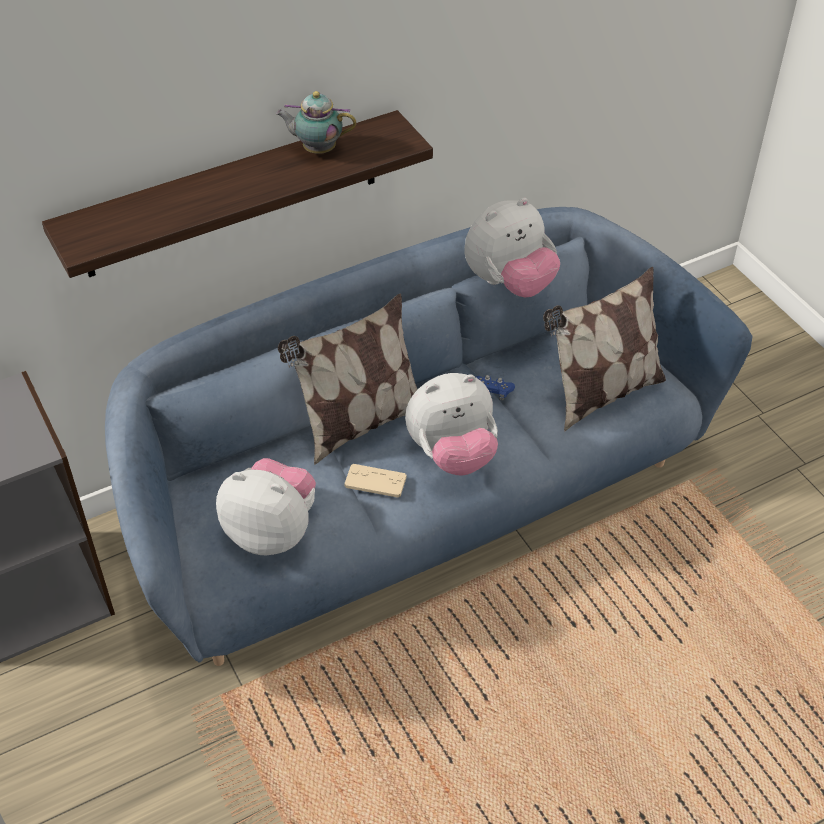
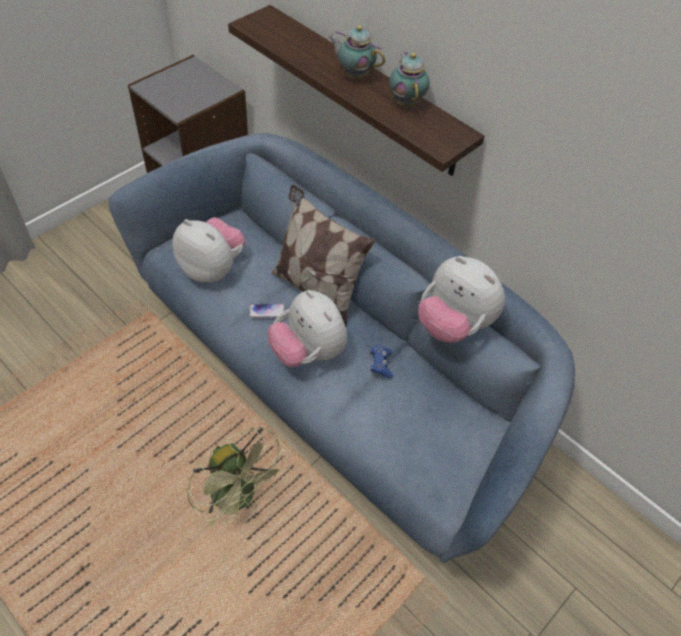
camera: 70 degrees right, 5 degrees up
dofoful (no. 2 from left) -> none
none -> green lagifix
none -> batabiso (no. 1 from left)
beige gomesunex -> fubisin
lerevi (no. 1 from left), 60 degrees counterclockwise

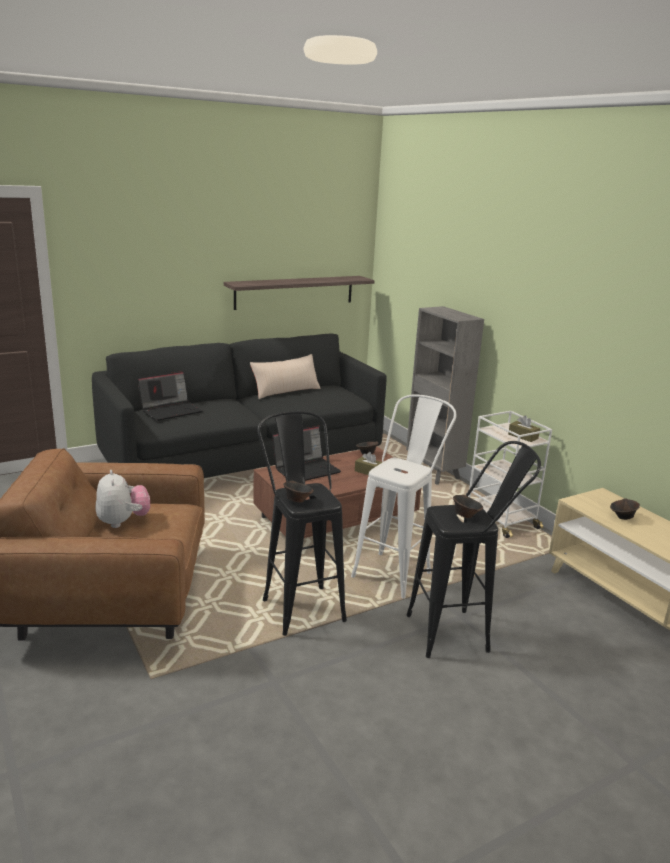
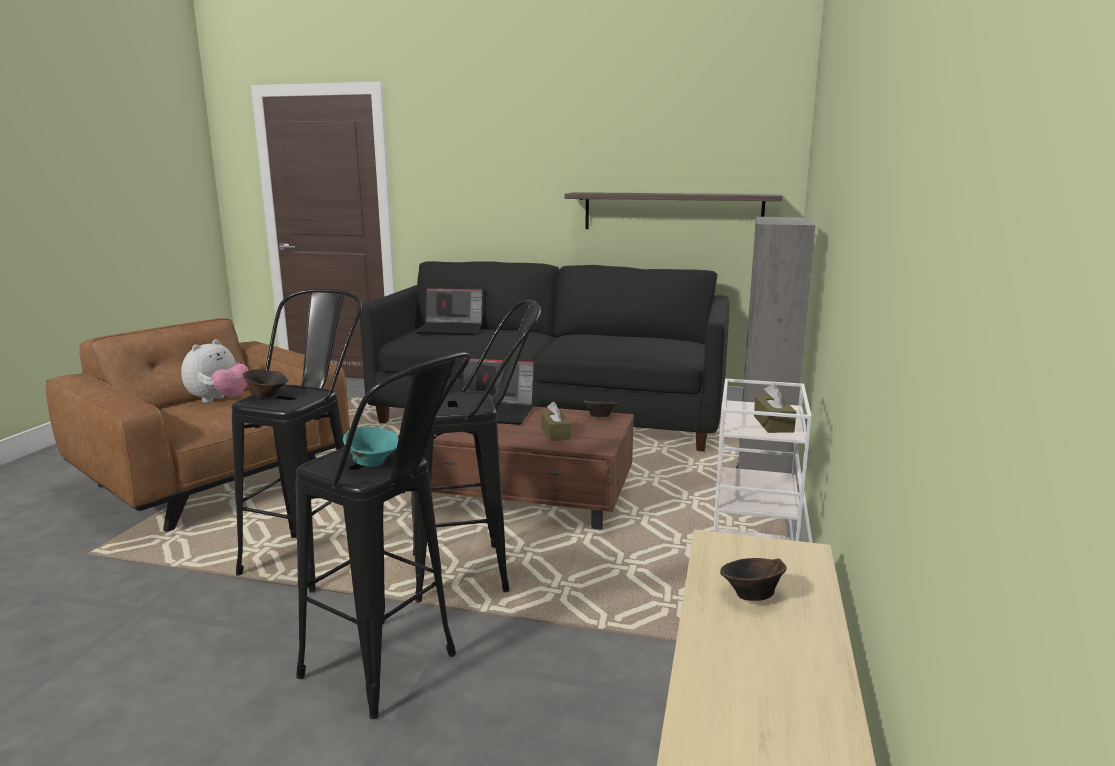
camera: 45 degrees right, 5 degrees down
beige dofoful -> none
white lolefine -> black lolefine (no. 3 from left)
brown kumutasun (no. 3 from left) -> turquoise kumutasun

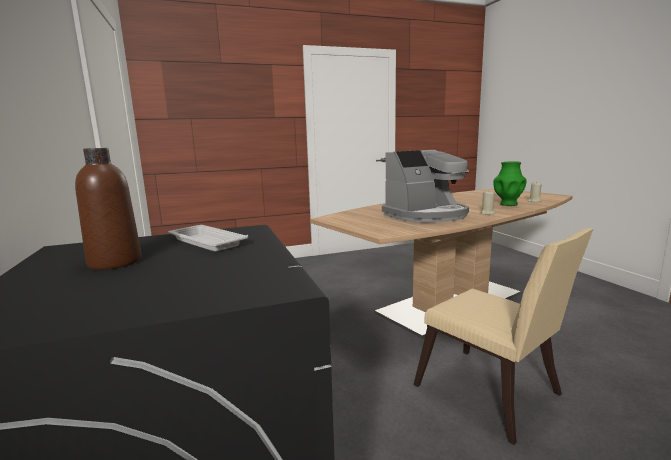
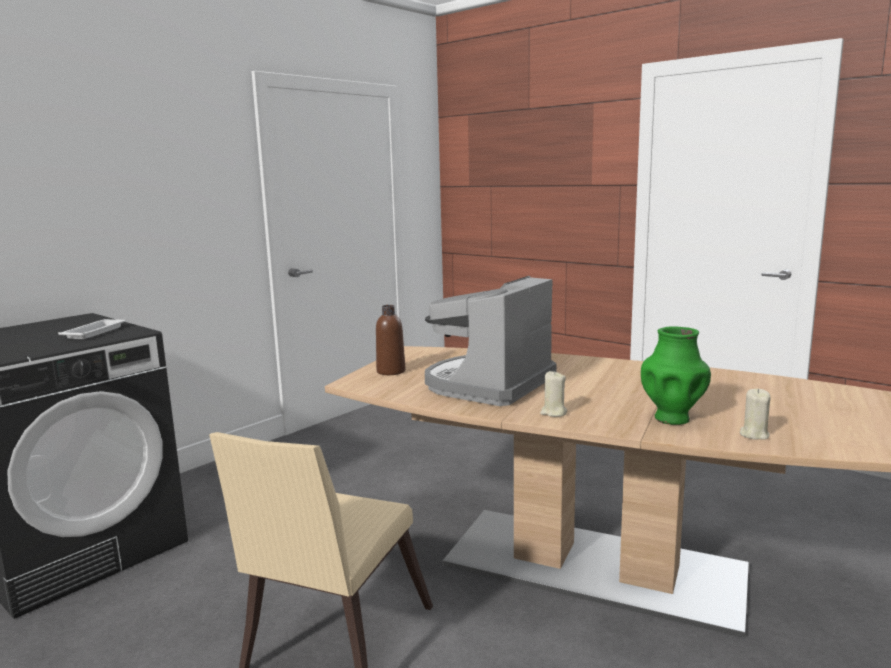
camera: 60 degrees right, 0 degrees up
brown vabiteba, relocated
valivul, 90 degrees clockwise

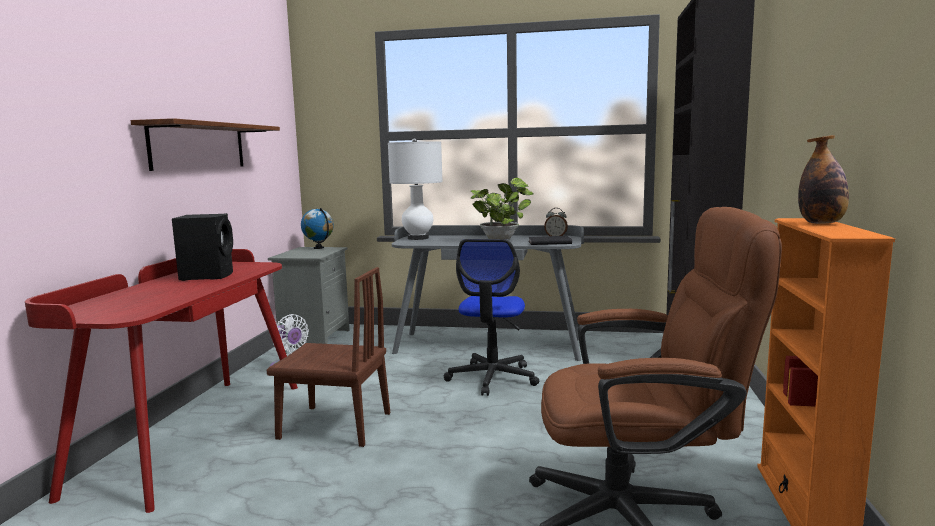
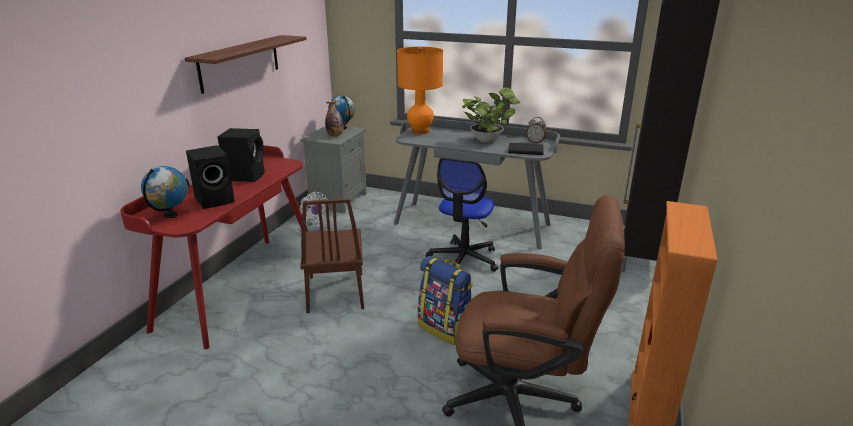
camera: 10 degrees right, 15 degrees up
none -> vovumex (no. 1 from left)
none -> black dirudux (no. 1 from left)
none -> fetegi
vabiteba, relocated
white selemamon -> orange selemamon
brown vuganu, 60 degrees clockwise

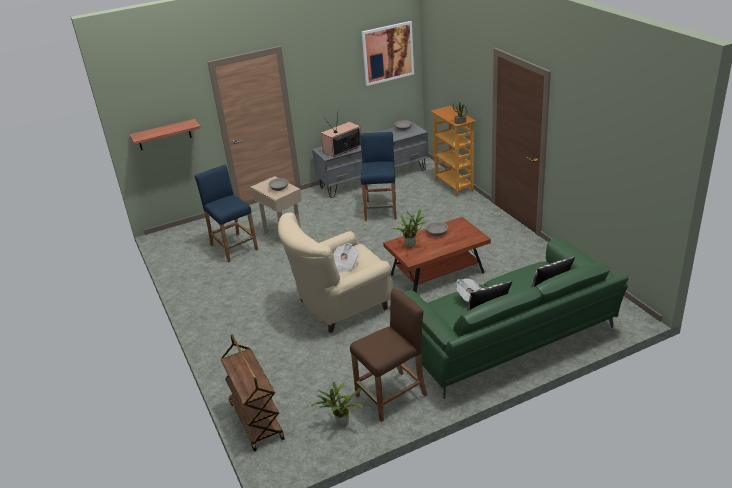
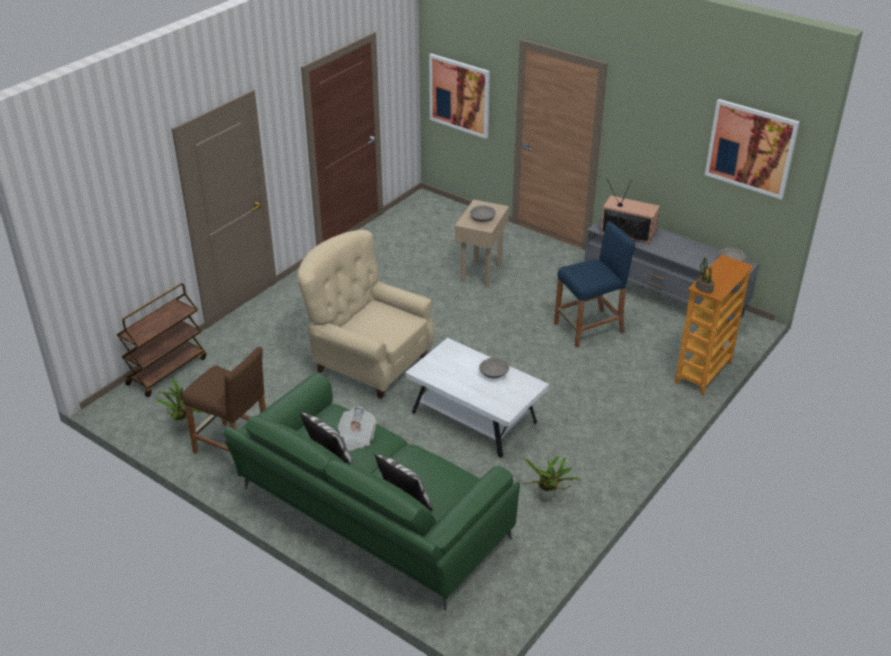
camera: 60 degrees right, 5 degrees up
blue lolefine (no. 1 from left) -> none
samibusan (no. 1 from left) -> none
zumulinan (no. 2 from left), relocated
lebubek -> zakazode (no. 1 from left)
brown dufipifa -> white dufipifa

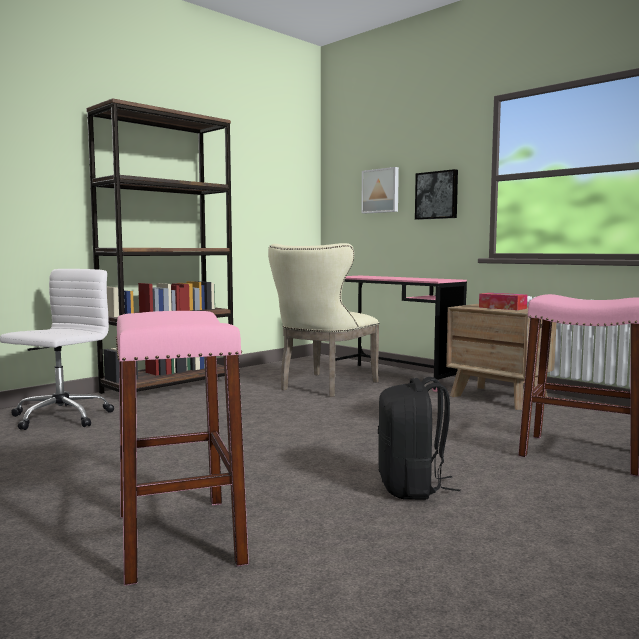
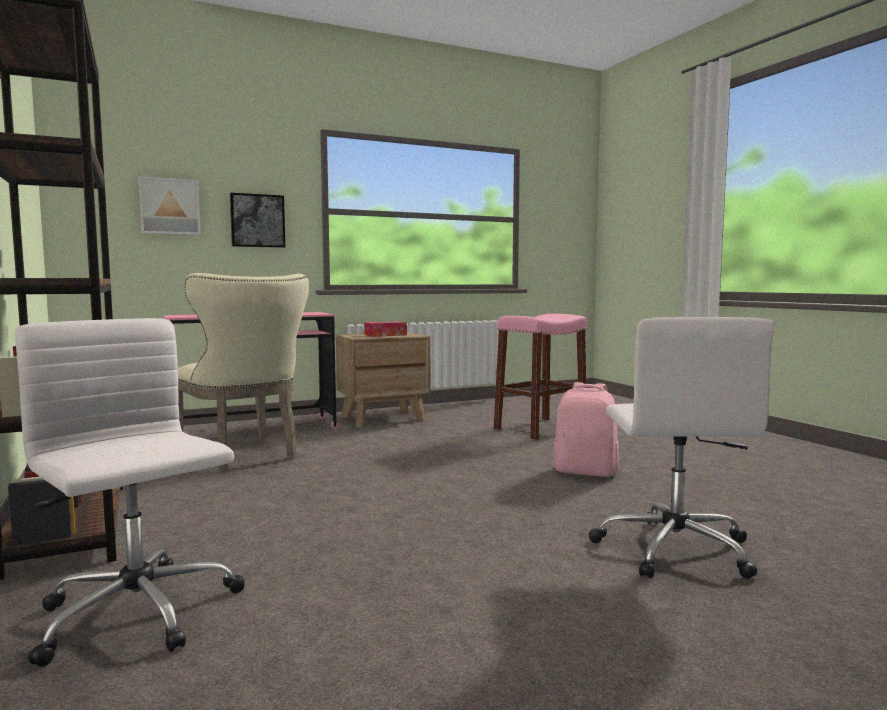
camera: 70 degrees left, 0 degrees up
pink lolefine (no. 1 from left) -> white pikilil (no. 2 from left)
black fetegi -> pink fetegi

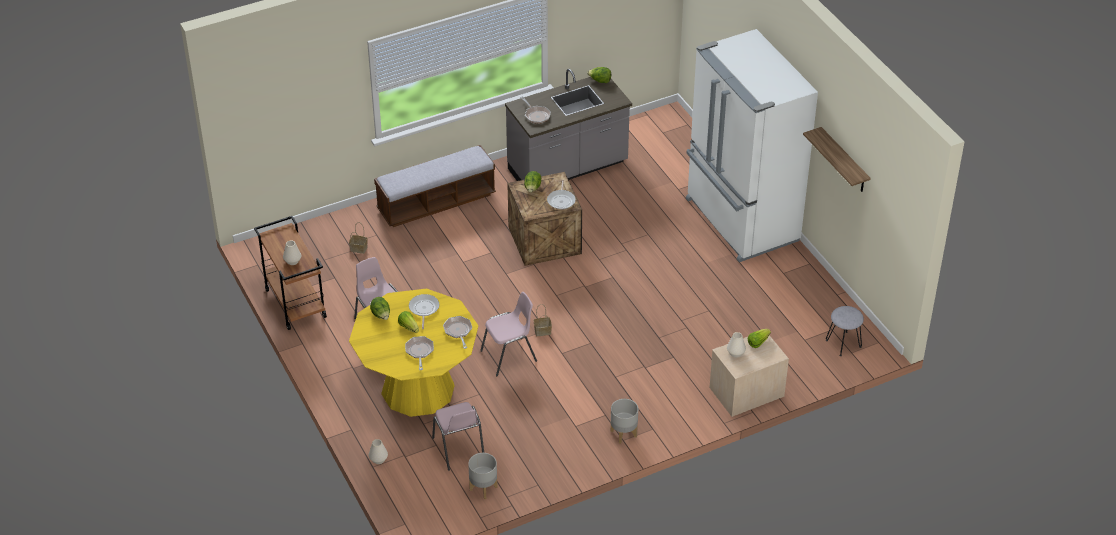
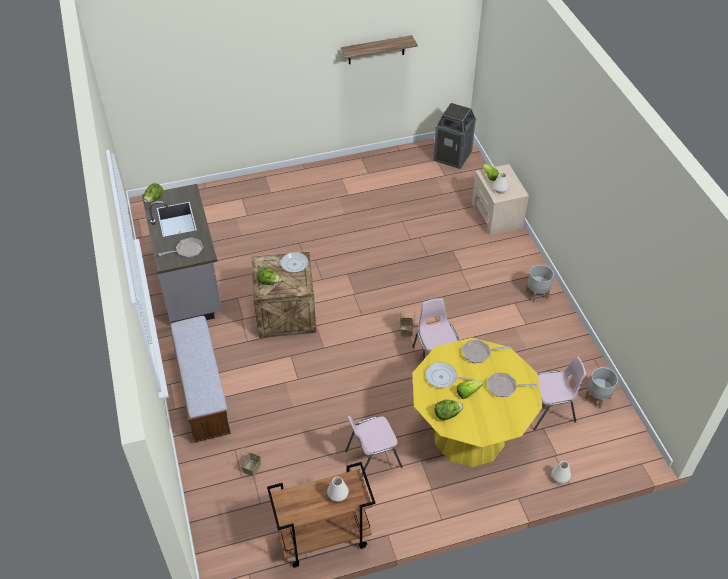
camera: 80 degrees left, 5 degrees up
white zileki -> none
grey lolefine -> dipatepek

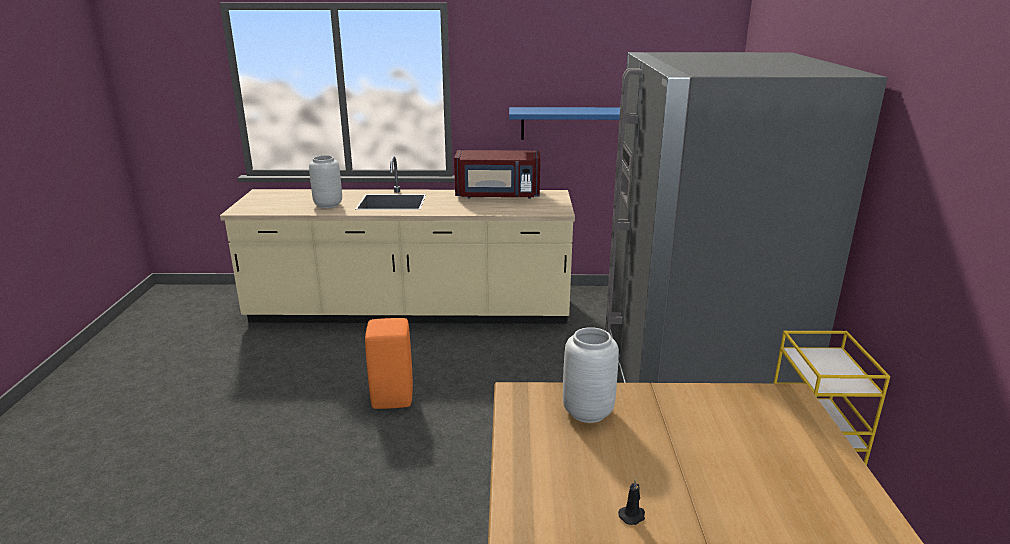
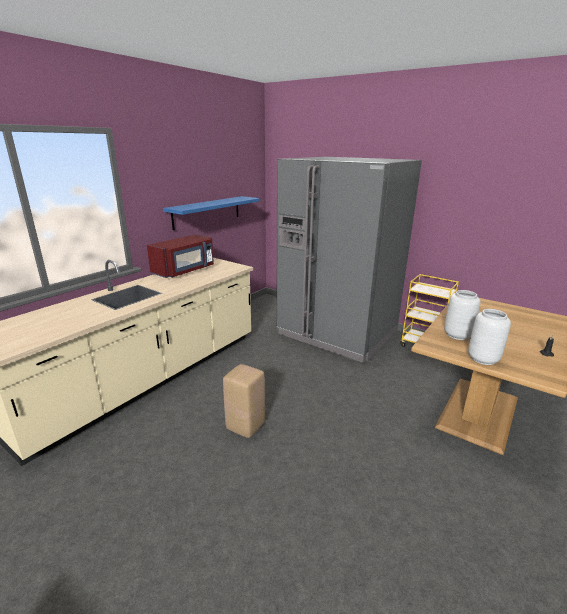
camera: 55 degrees left, 0 degrees up
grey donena (no. 1 from left in the first image) -> grey donena (no. 2 from left), relocated
orange lolefine -> beige lolefine

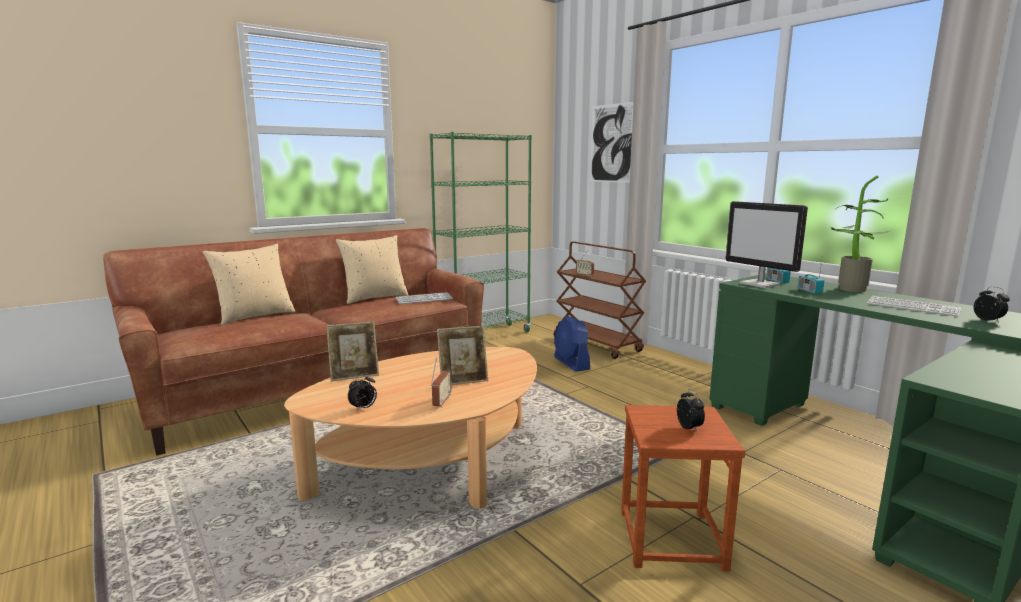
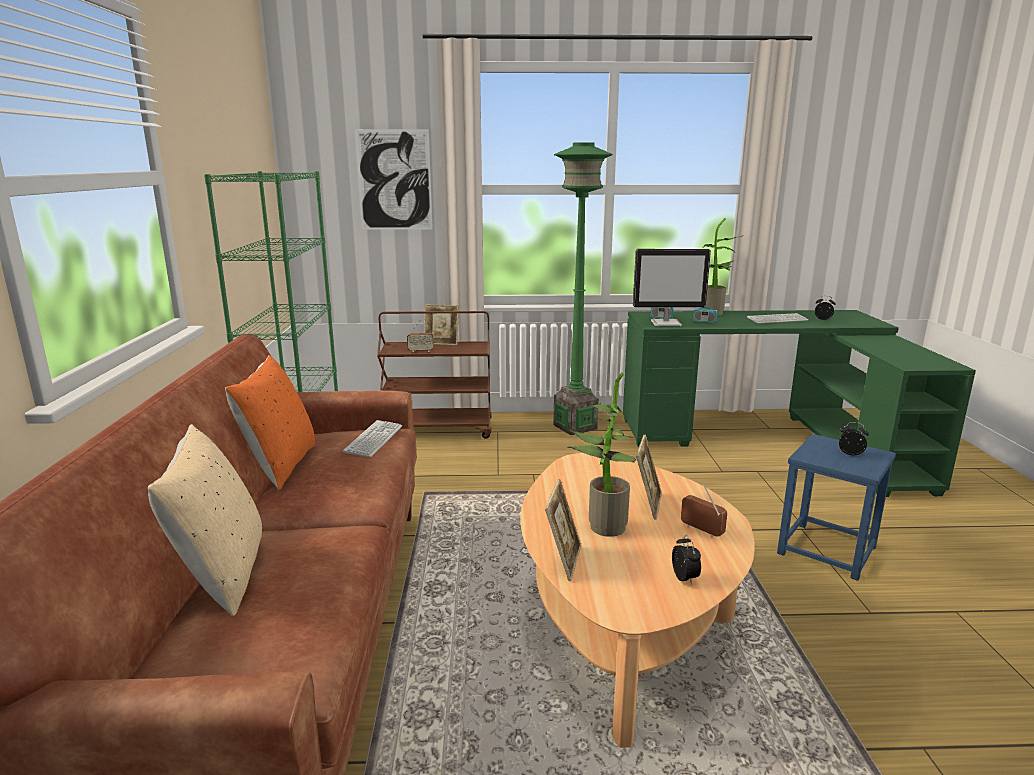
camera: 55 degrees left, 5 degrees up
blue lagifix -> none
none -> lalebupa (no. 1 from left)
none -> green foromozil
none -> zumulinan (no. 1 from left)
beige dofoful (no. 2 from left) -> orange dofoful
brown lolefine -> blue lolefine

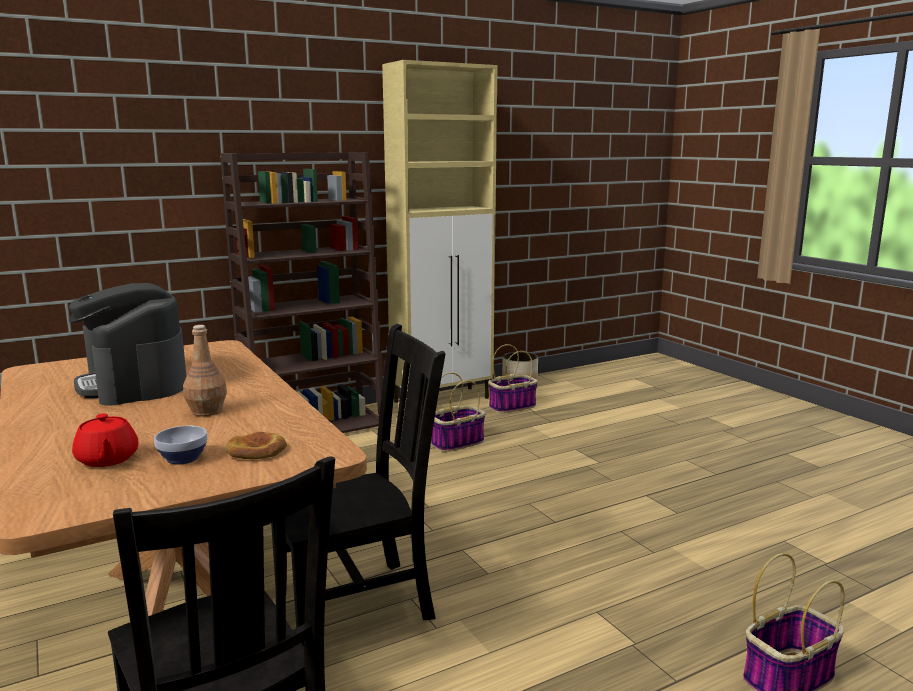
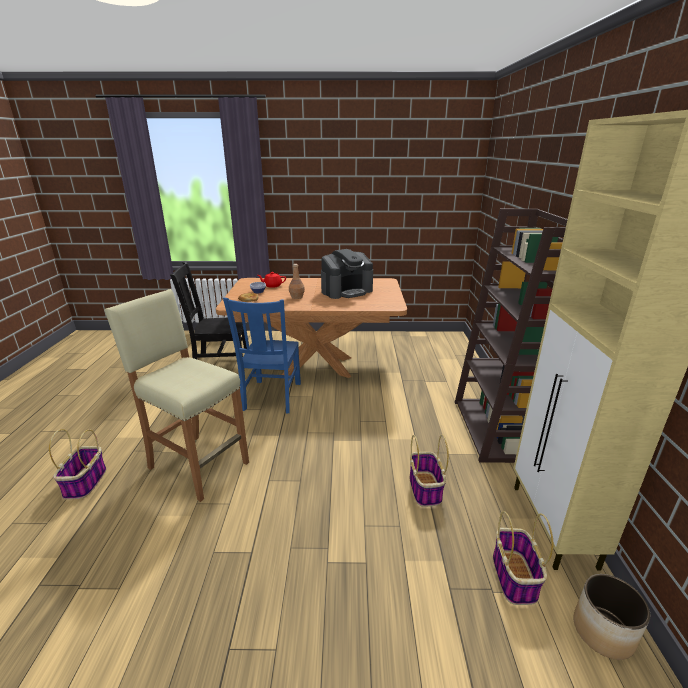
camera: 120 degrees right, 10 degrees up
none -> beige lolefine
black vuganu (no. 2 from left) -> blue vuganu
valivul, 150 degrees clockwise

